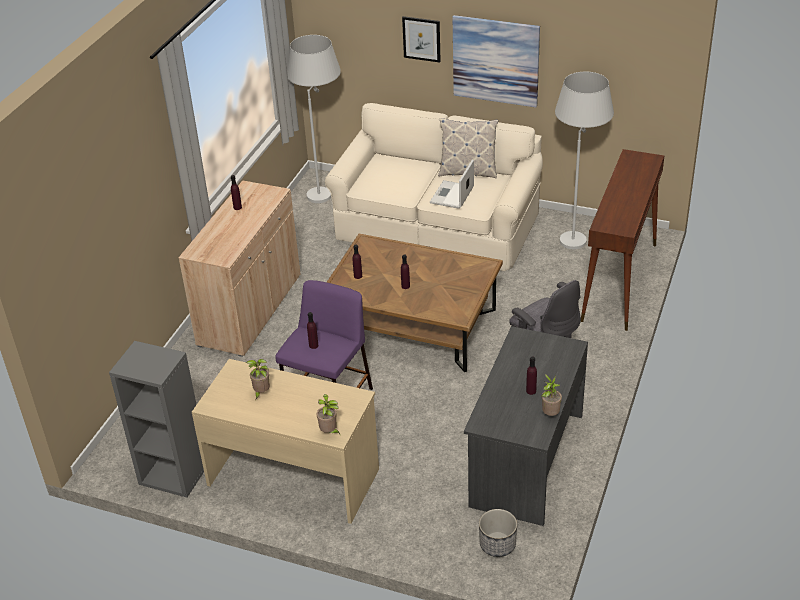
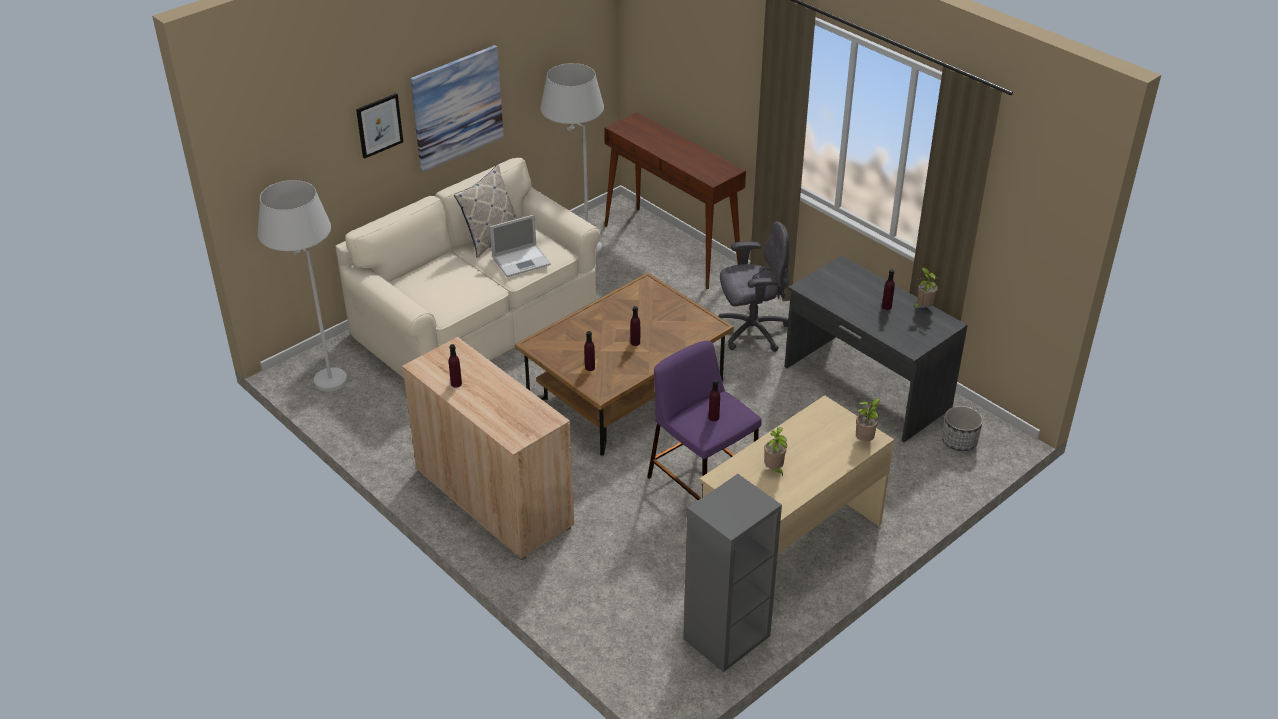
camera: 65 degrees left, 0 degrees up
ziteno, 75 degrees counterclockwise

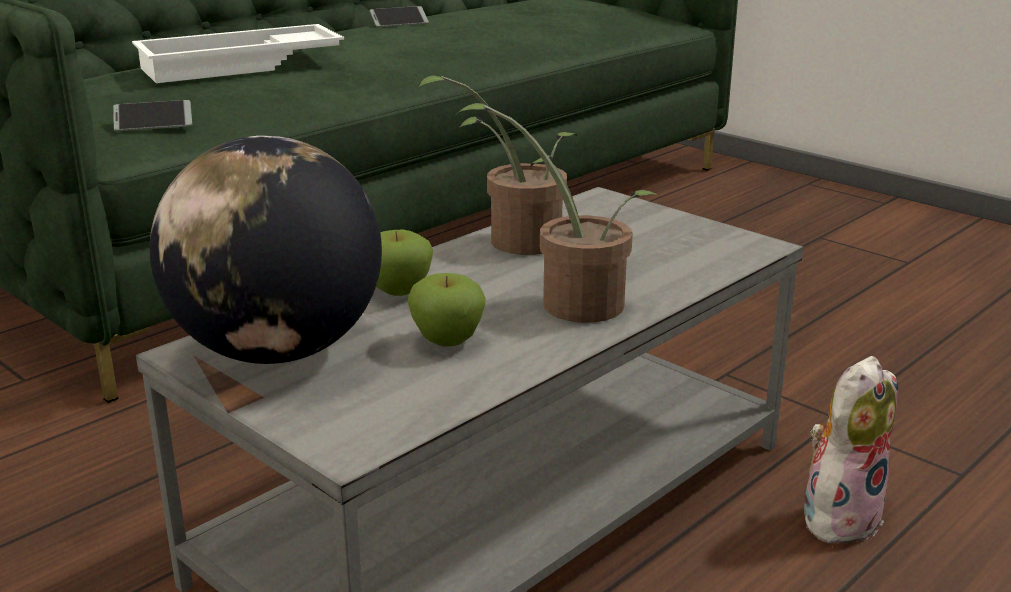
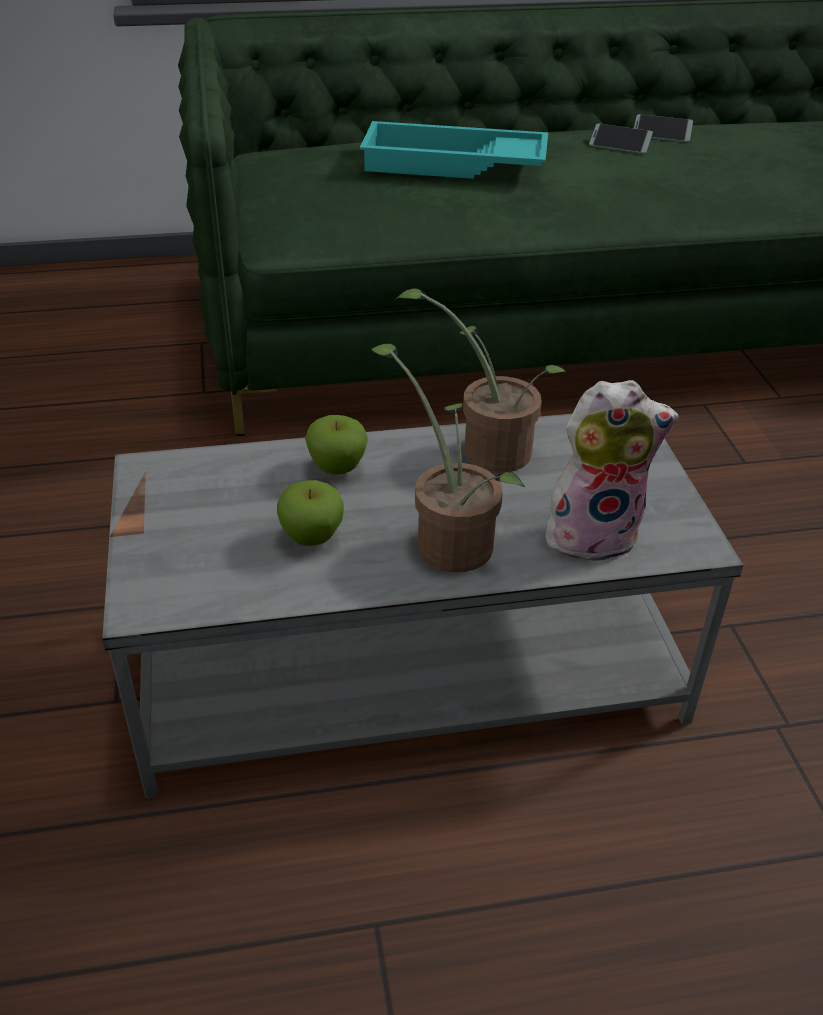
camera: 35 degrees right, 15 degrees up
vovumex -> none
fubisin (no. 1 from left), relocated
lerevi, relocated
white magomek -> turquoise magomek

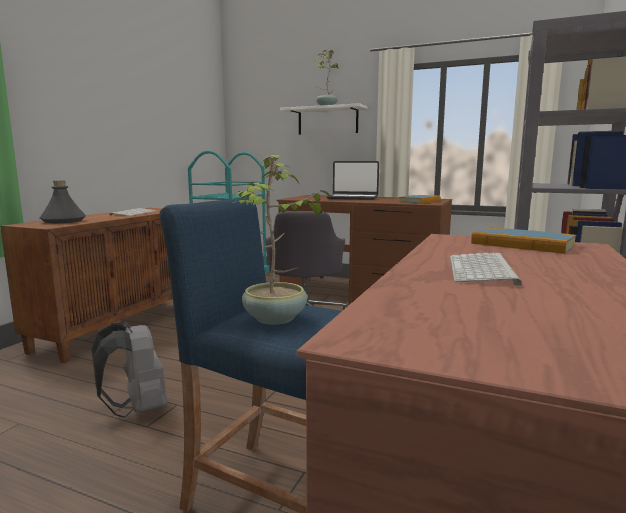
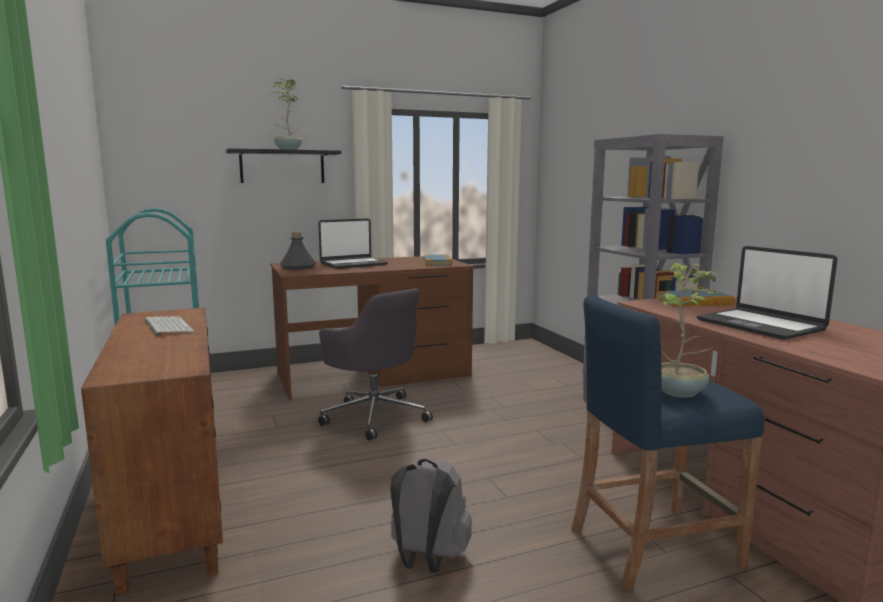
camera: 45 degrees left, 0 degrees up
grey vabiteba, relocated
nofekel (no. 2 from left) -> ziteno (no. 2 from left)
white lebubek -> black lebubek

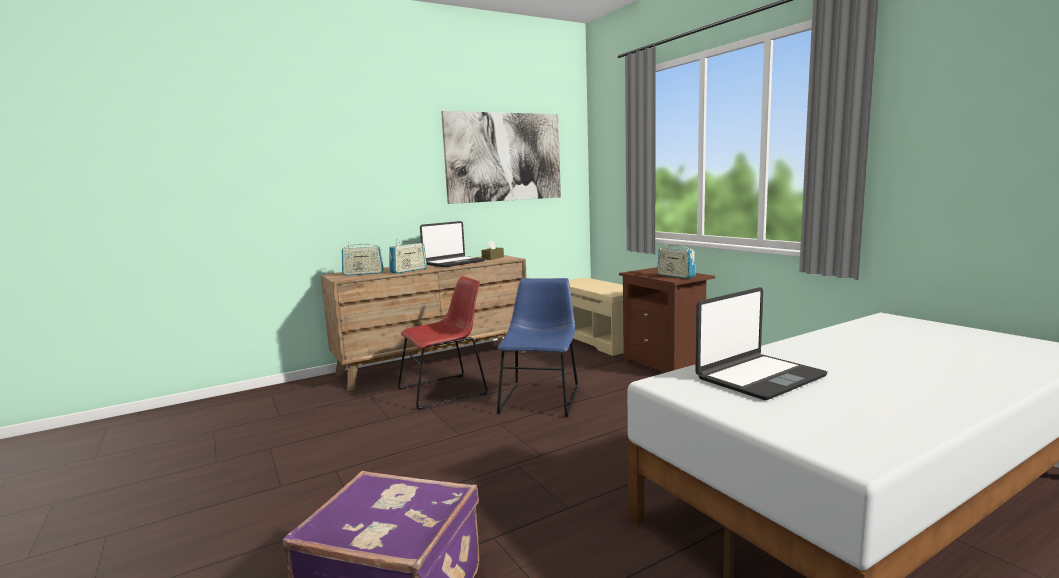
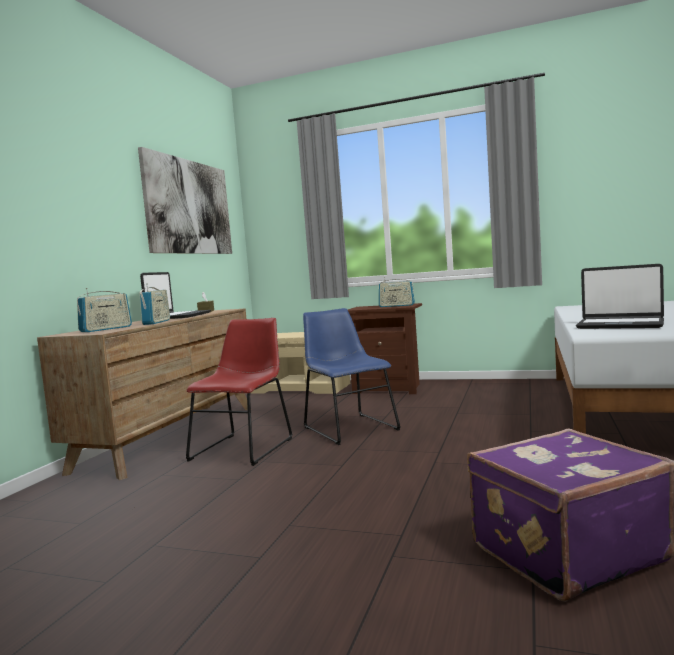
camera: 40 degrees left, 5 degrees down
ziteno (no. 2 from left), 105 degrees clockwise

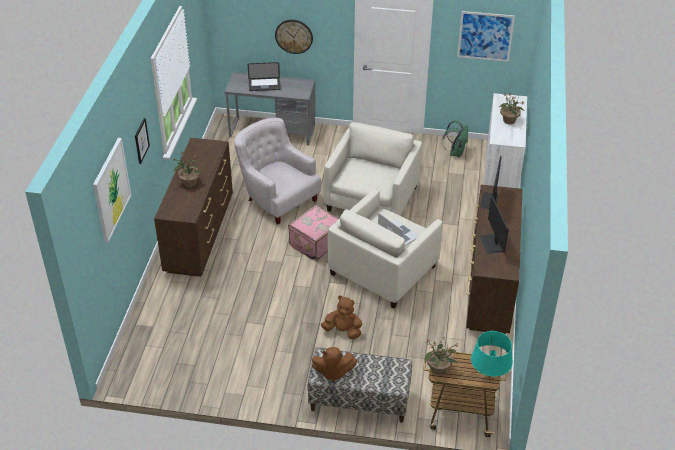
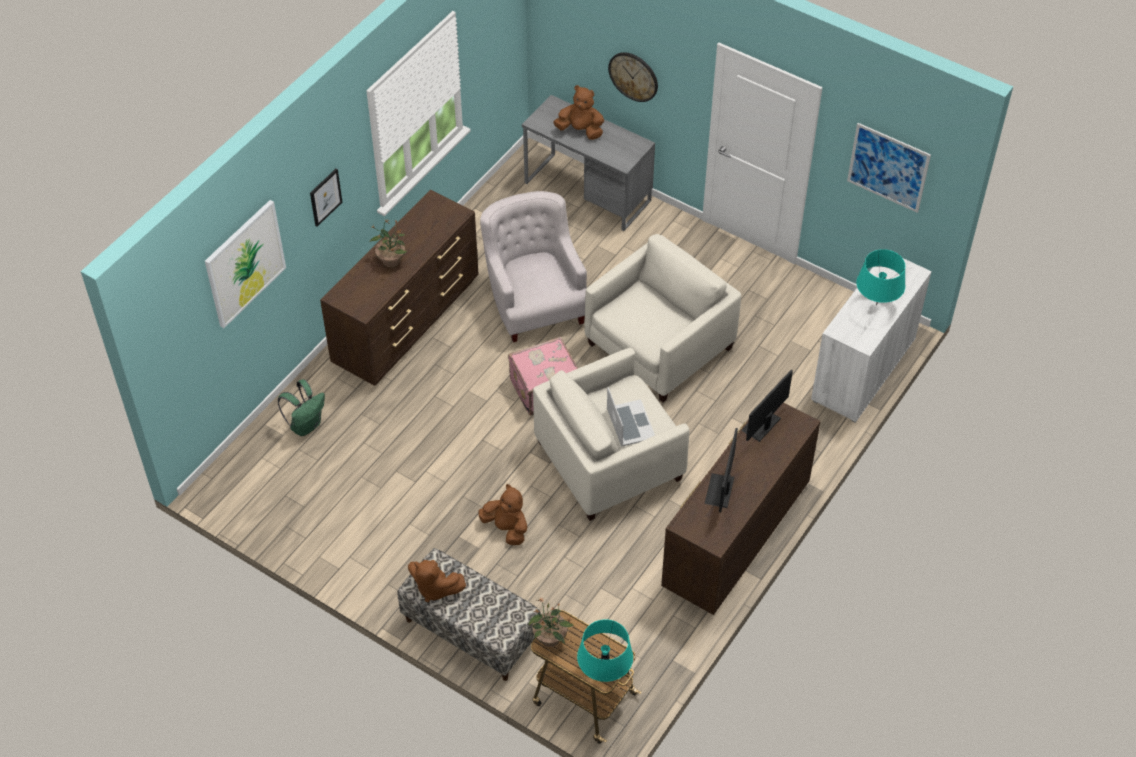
camera: 25 degrees right, 10 degrees up
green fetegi, relocated
ziteno (no. 1 from left) -> brown lerevi (no. 3 from left)
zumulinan (no. 3 from left) -> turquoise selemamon (no. 2 from left)

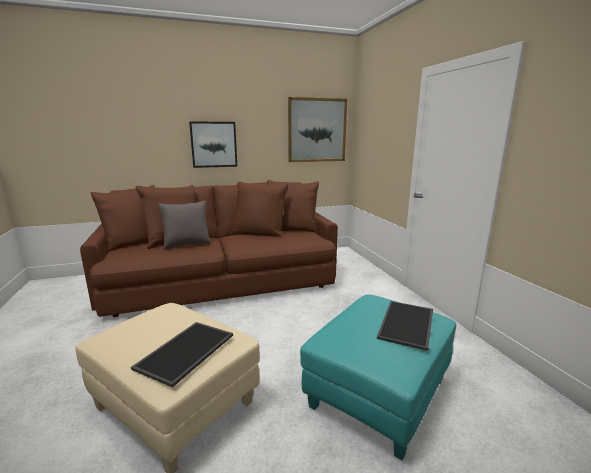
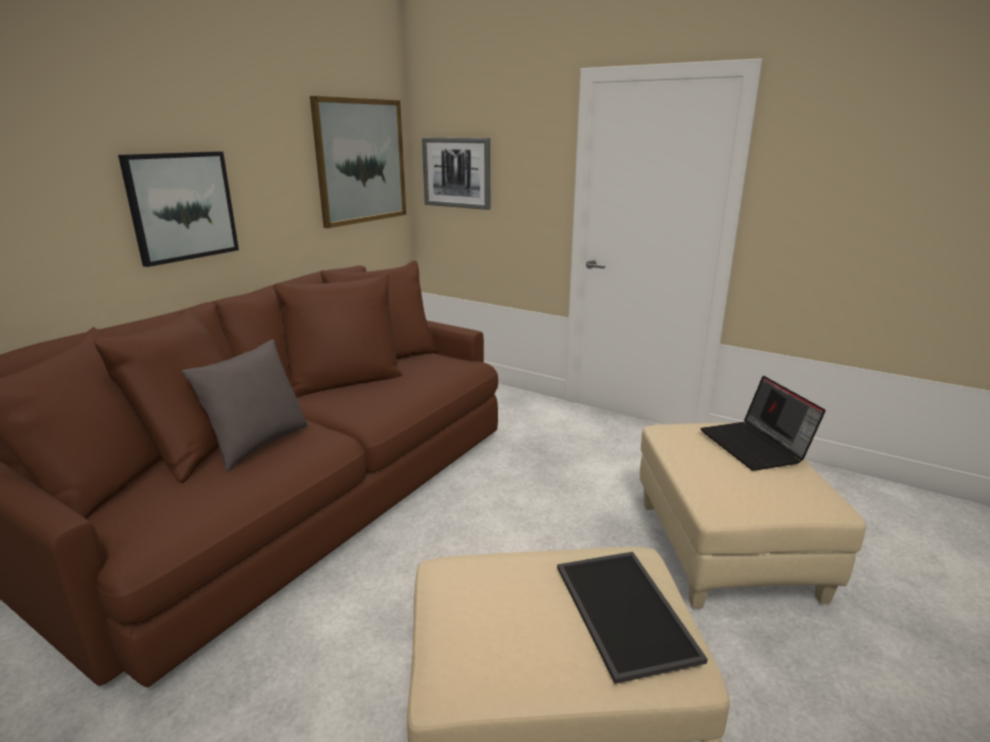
camera: 40 degrees left, 5 degrees up
none -> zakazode (no. 3 from left)
magomek (no. 2 from left) -> ziteno
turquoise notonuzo -> beige notonuzo (no. 2 from left)

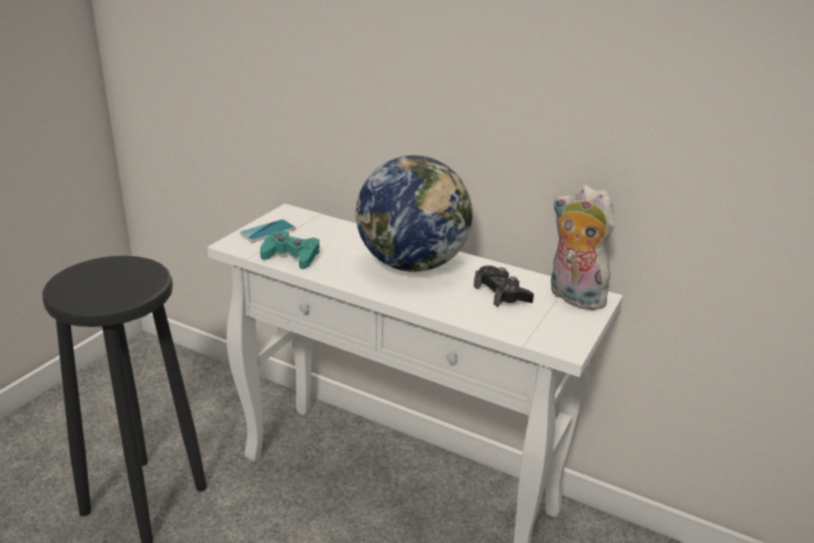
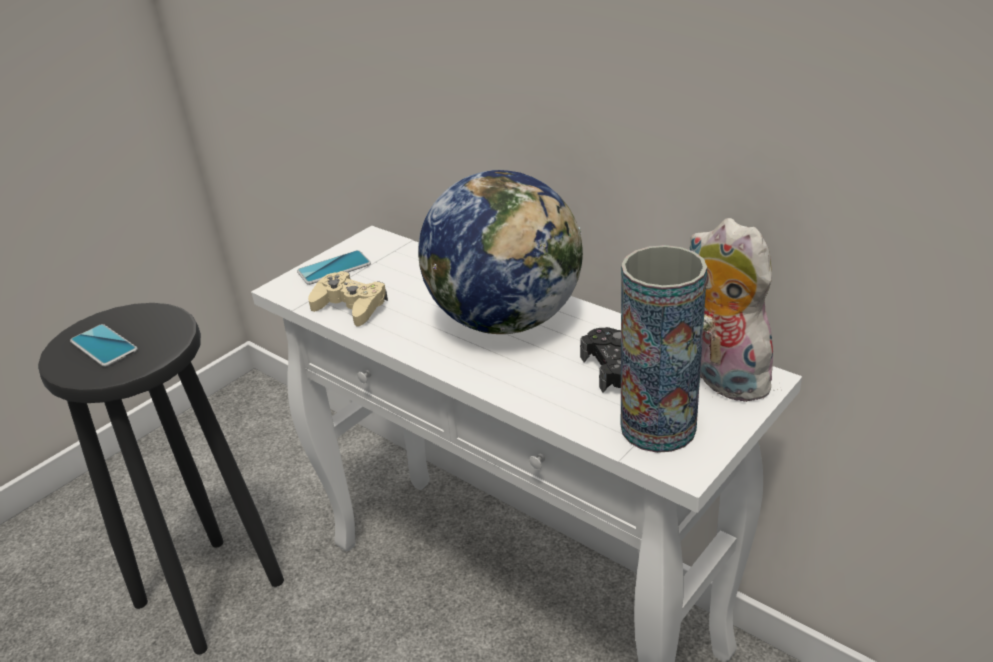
camera: 15 degrees right, 5 degrees up
none -> fubisin (no. 1 from left)
none -> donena
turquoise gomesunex -> beige gomesunex

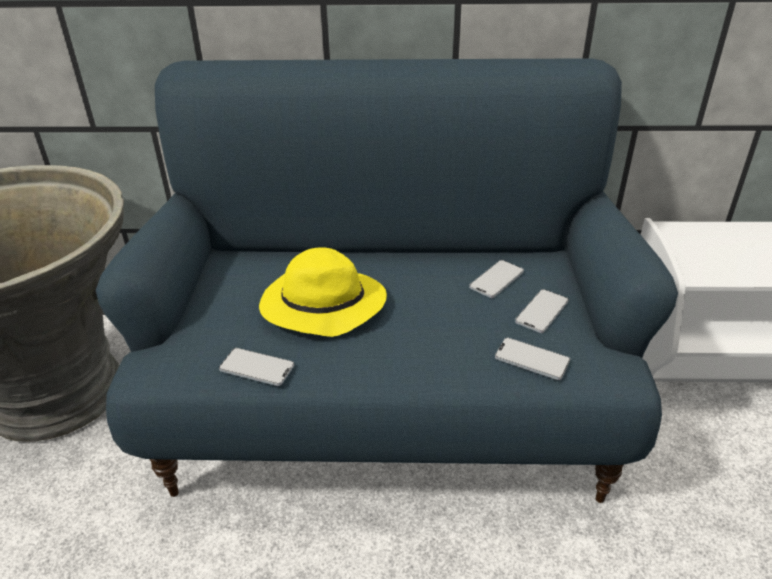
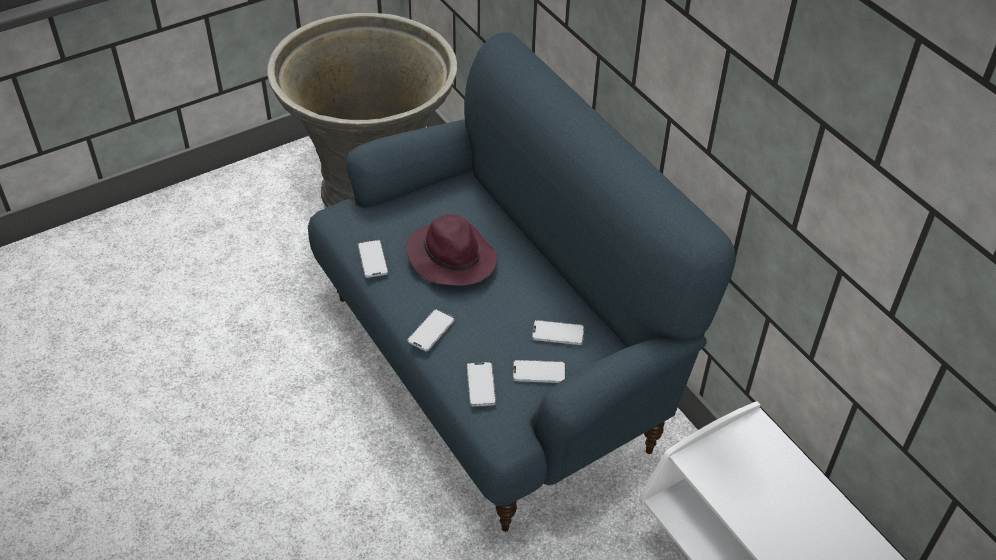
camera: 55 degrees right, 10 degrees up
none -> fubisin (no. 2 from left)
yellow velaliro -> purple velaliro

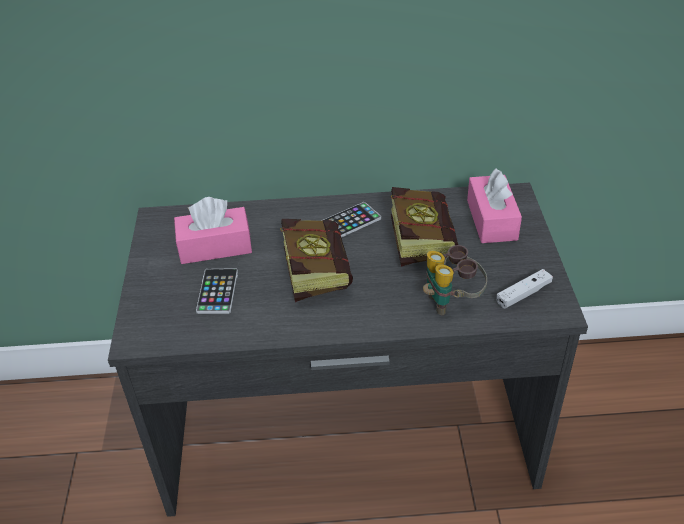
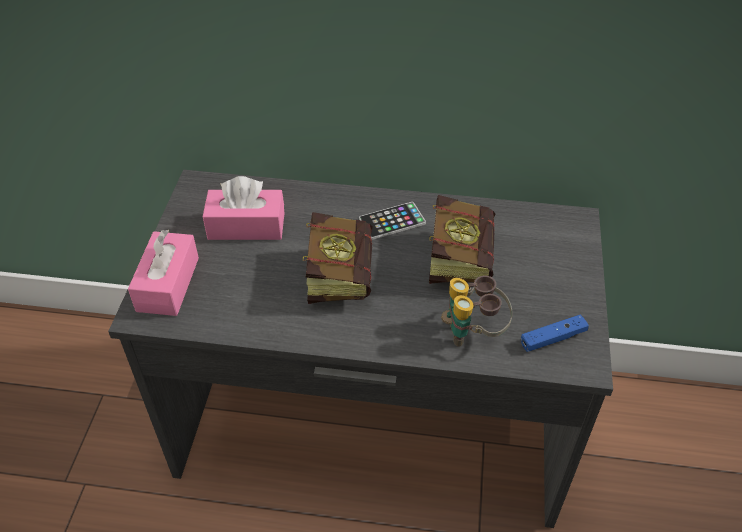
camera: 10 degrees right, 5 degrees up
fubisin (no. 1 from left) -> none
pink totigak (no. 2 from left in the first image) -> pink totigak (no. 1 from left), relocated
white gomesunex -> blue gomesunex

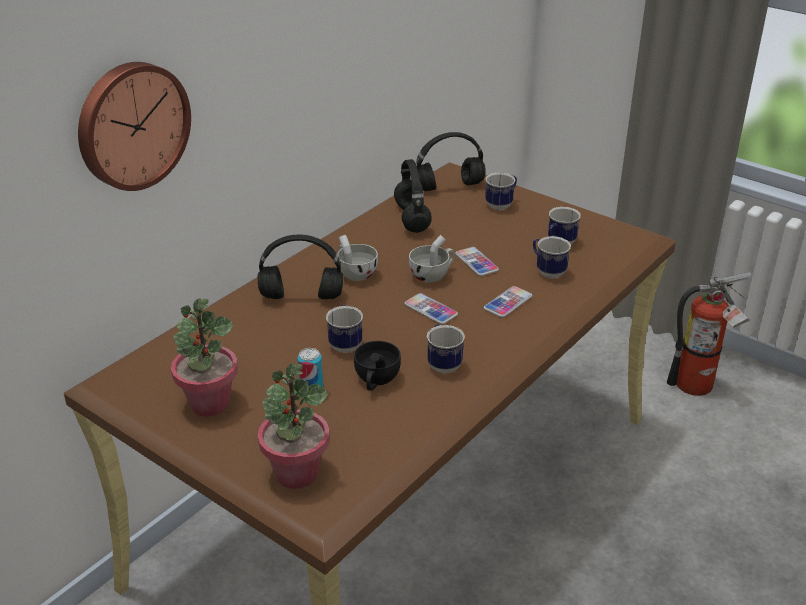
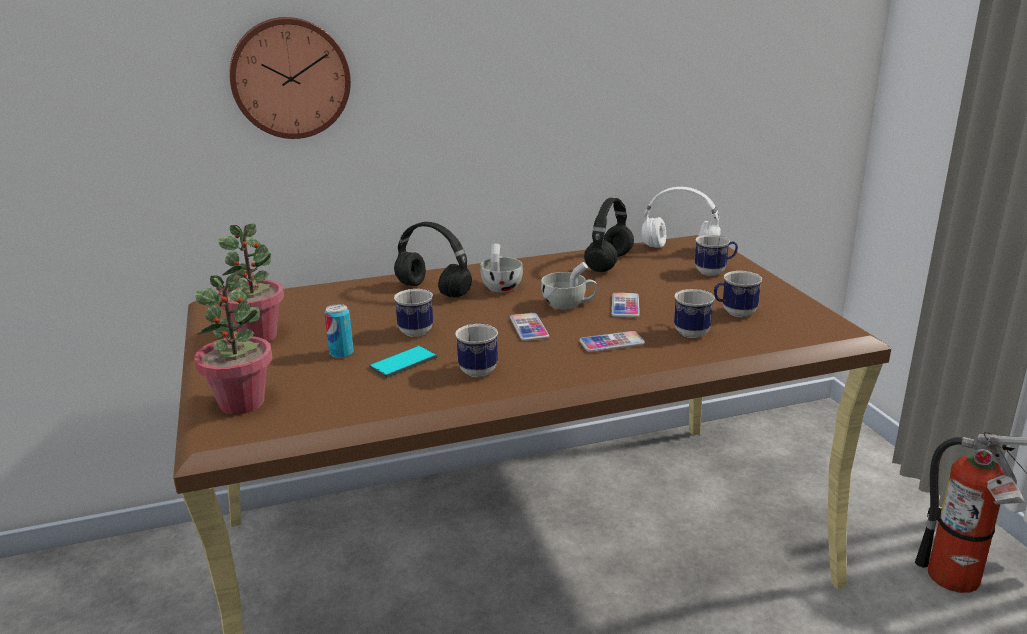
camera: 35 degrees right, 10 degrees down
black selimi -> fubisin (no. 1 from left)
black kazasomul (no. 3 from left) -> white kazasomul

